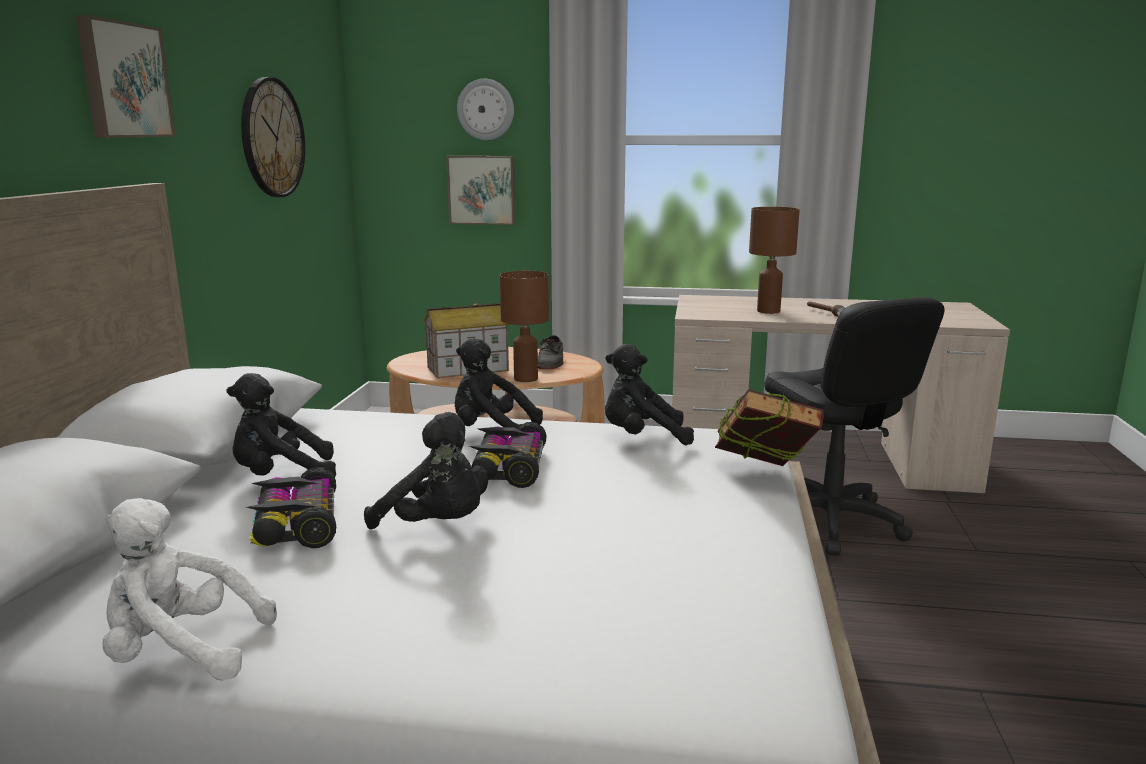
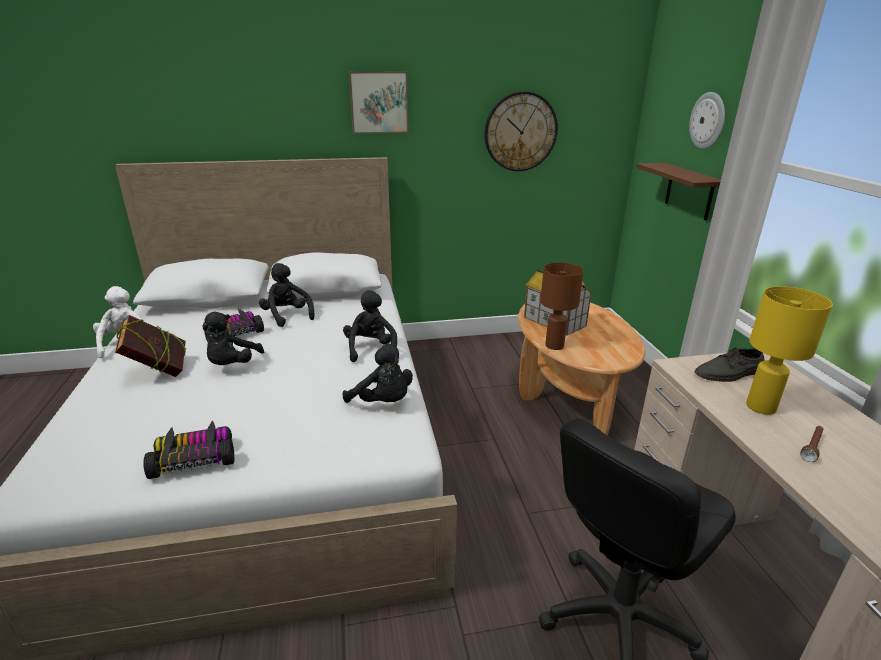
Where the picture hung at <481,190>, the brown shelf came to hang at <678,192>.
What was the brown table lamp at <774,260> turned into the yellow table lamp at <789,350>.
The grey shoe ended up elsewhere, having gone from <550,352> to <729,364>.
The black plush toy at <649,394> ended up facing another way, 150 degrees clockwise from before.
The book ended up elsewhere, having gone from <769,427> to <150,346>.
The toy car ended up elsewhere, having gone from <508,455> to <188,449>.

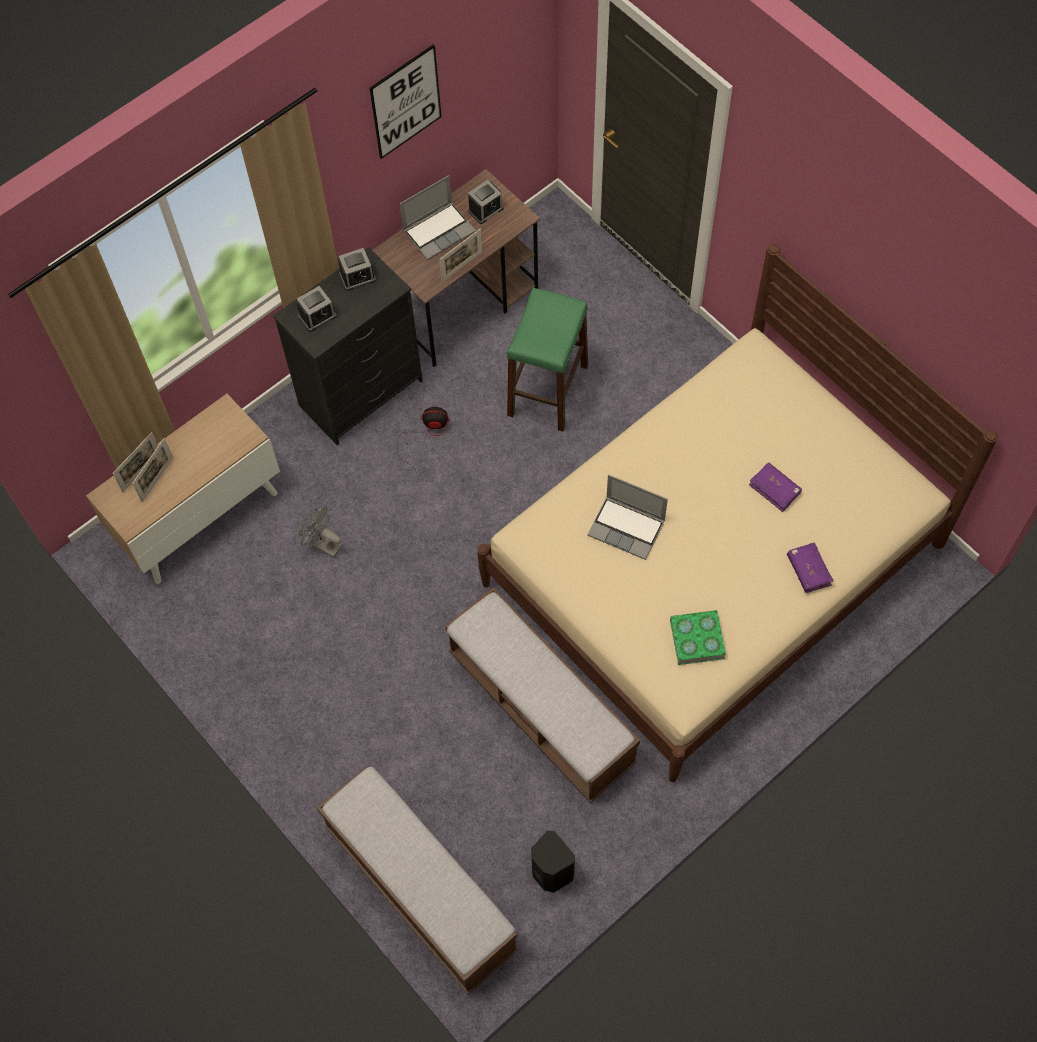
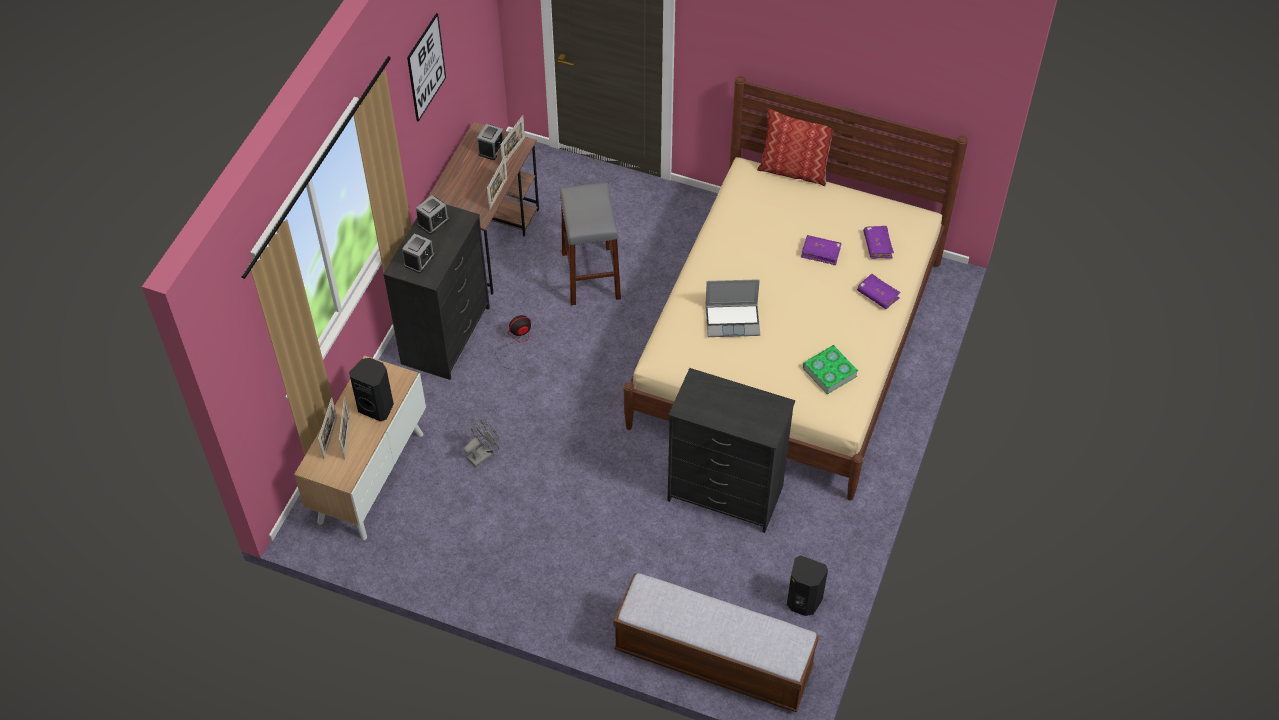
The second view lost the laptop at <438,217>.
What was the green stool at <547,360> turned into the grey stool at <590,244>.
The grey fan at <320,532> ended up facing another way, 135 degrees clockwise from before.
Where the bench stood at <542,695>, the black dresser came to stand at <731,450>.
The second view gained the pillow at <795,147>.
The second view gained the picture frame at <512,139>.
The second view gained the purple book at <878,242>.
The second view gained the black speaker at <371,390>.

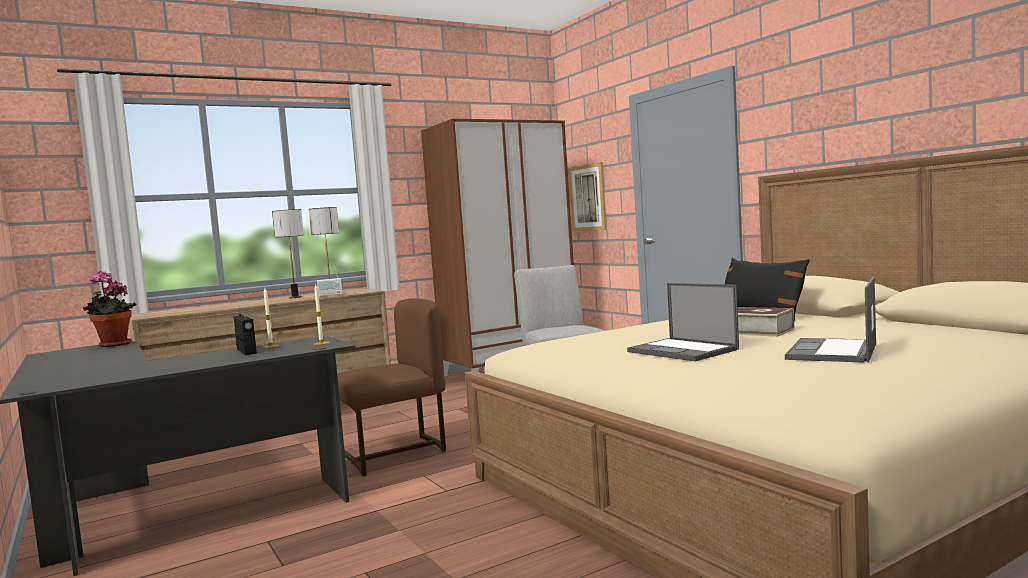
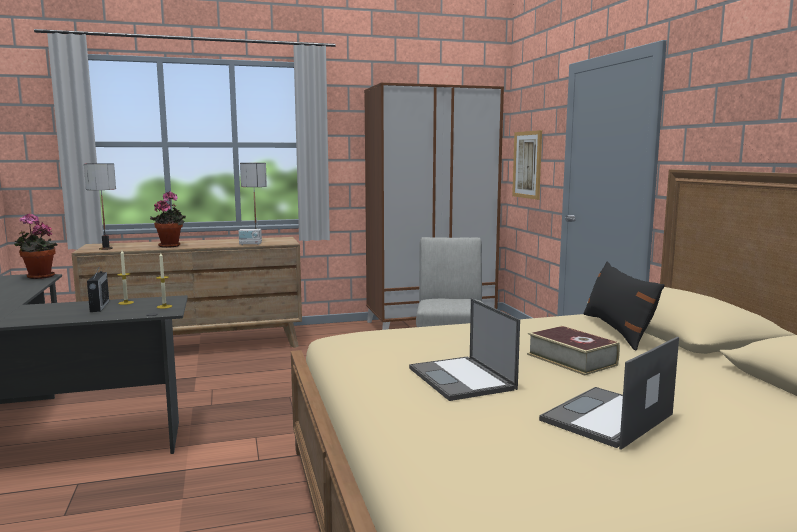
The table lamp ended up elsewhere, having gone from <288,253> to <100,206>.
The second view lost the brown chair at <391,387>.
The second view gained the potted plant at <168,219>.

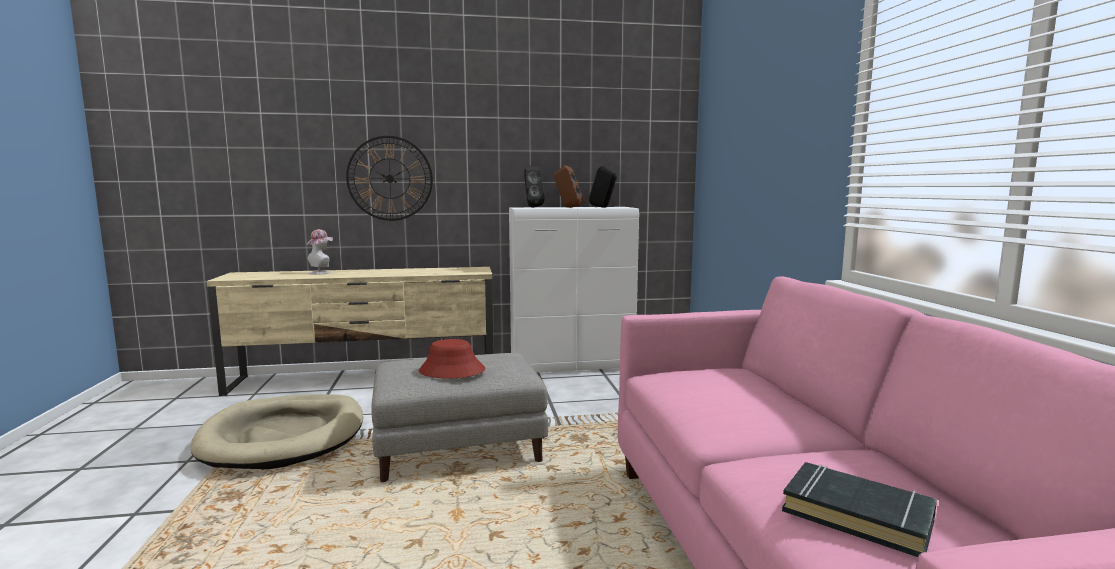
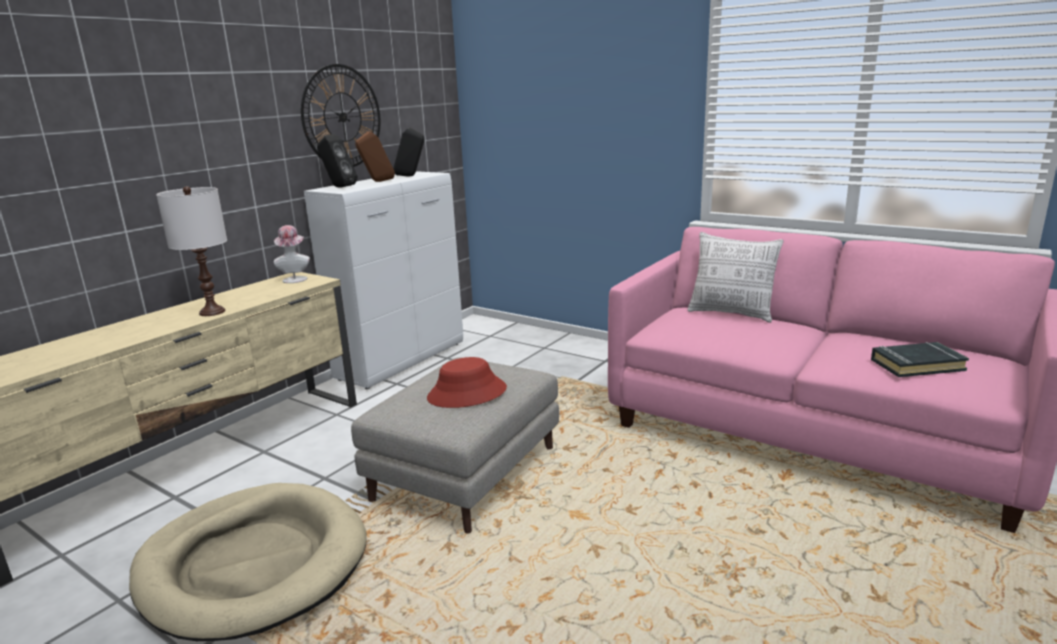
The wall clock ended up elsewhere, having gone from <389,178> to <340,115>.
The hat ended up elsewhere, having gone from <320,252> to <292,254>.
The second view gained the white table lamp at <191,251>.
The second view gained the pillow at <736,277>.

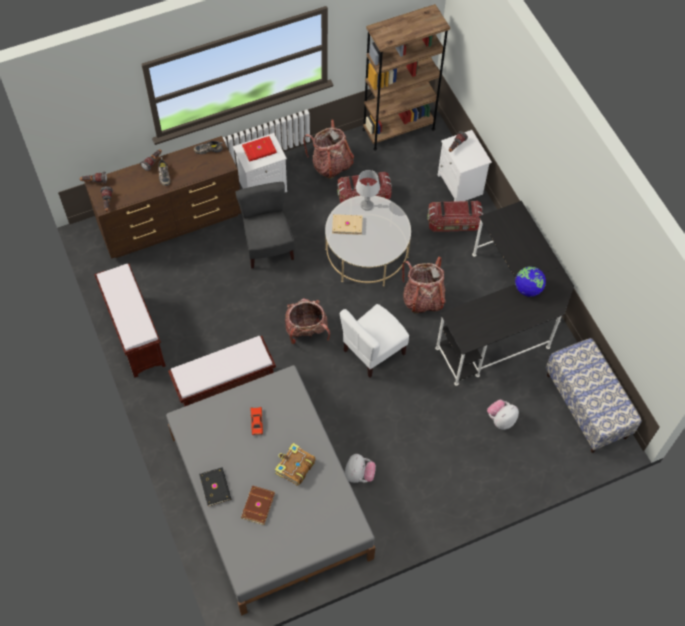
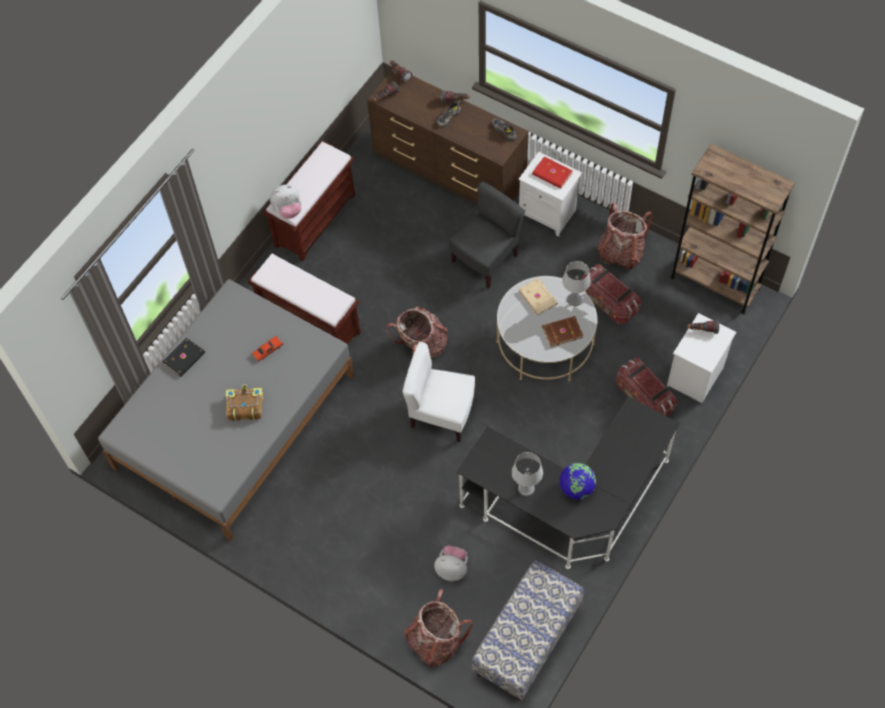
The backpack ended up elsewhere, having gone from <424,285> to <438,628>.
The plush toy ended up elsewhere, having gone from <360,468> to <285,202>.
The brown book ended up elsewhere, having gone from <258,505> to <562,331>.
The second view gained the grey table lamp at <527,474>.

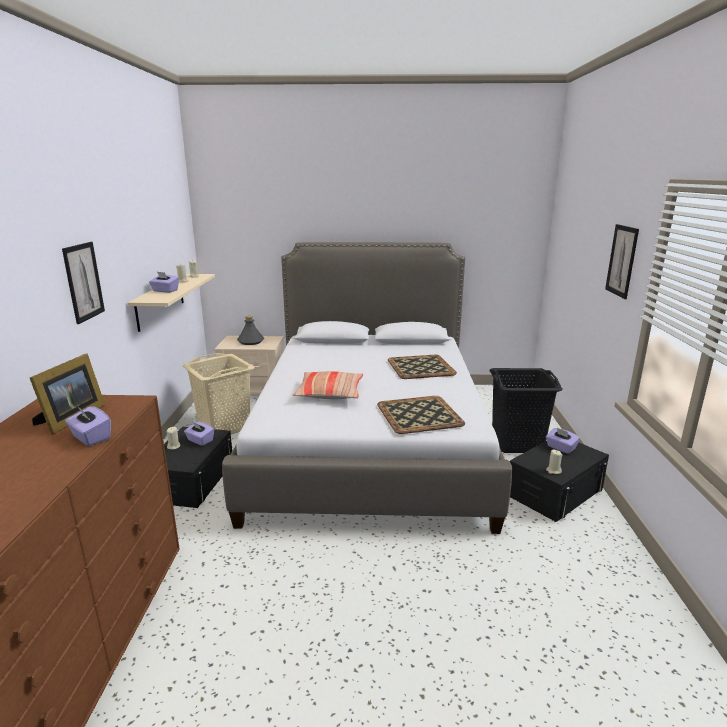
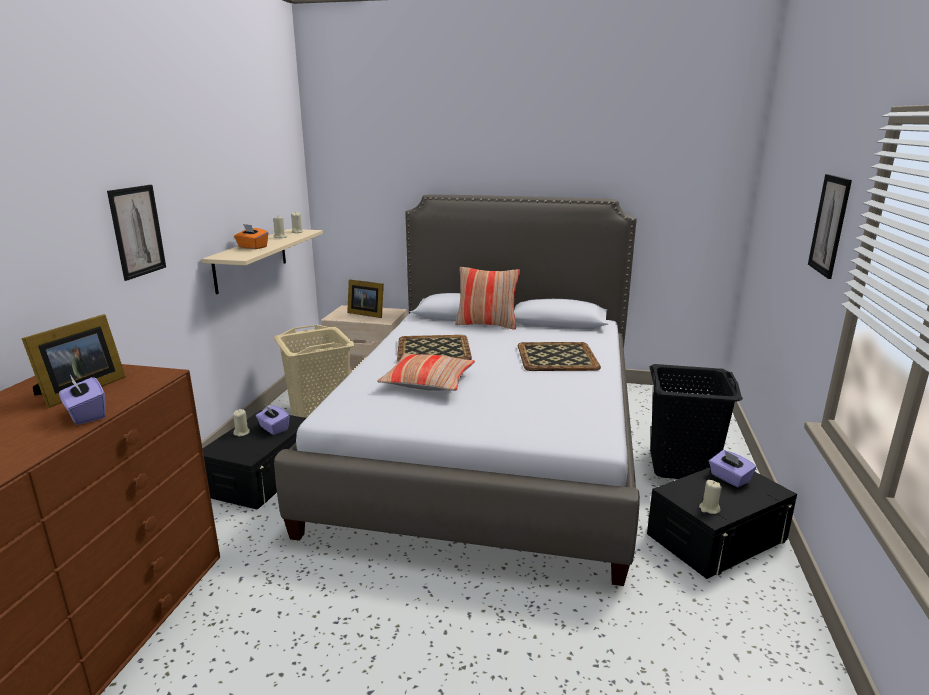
What was the purple tissue box at <164,282> turned into the orange tissue box at <251,236>.
Where the grey bottle stood at <250,330>, the picture frame came to stand at <365,298>.
The tray ended up elsewhere, having gone from <421,415> to <434,348>.
The second view gained the pillow at <487,298>.

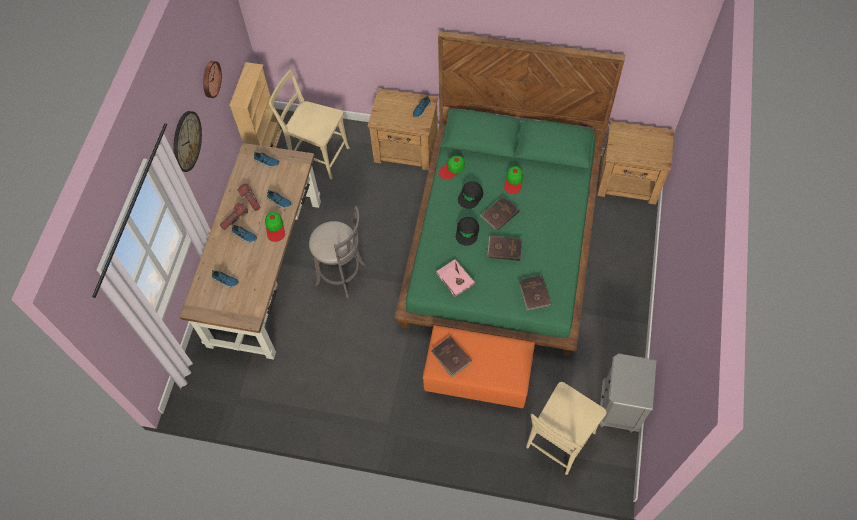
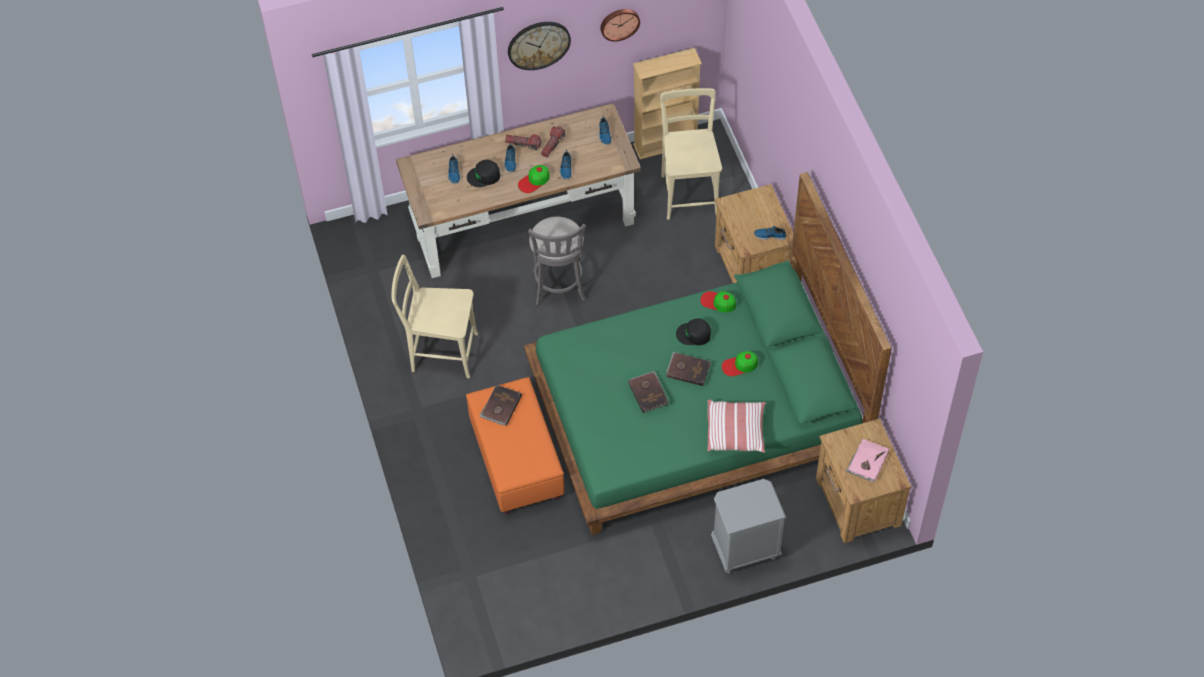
The black cap ended up elsewhere, having gone from <467,231> to <483,173>.
The pink book ended up elsewhere, having gone from <455,278> to <867,460>.
The second view lost the brown book at <535,293>.
The grey nightstand ended up elsewhere, having gone from <628,393> to <748,526>.
The beige chair ended up elsewhere, having gone from <566,428> to <435,316>.
The second view gained the pillow at <736,426>.

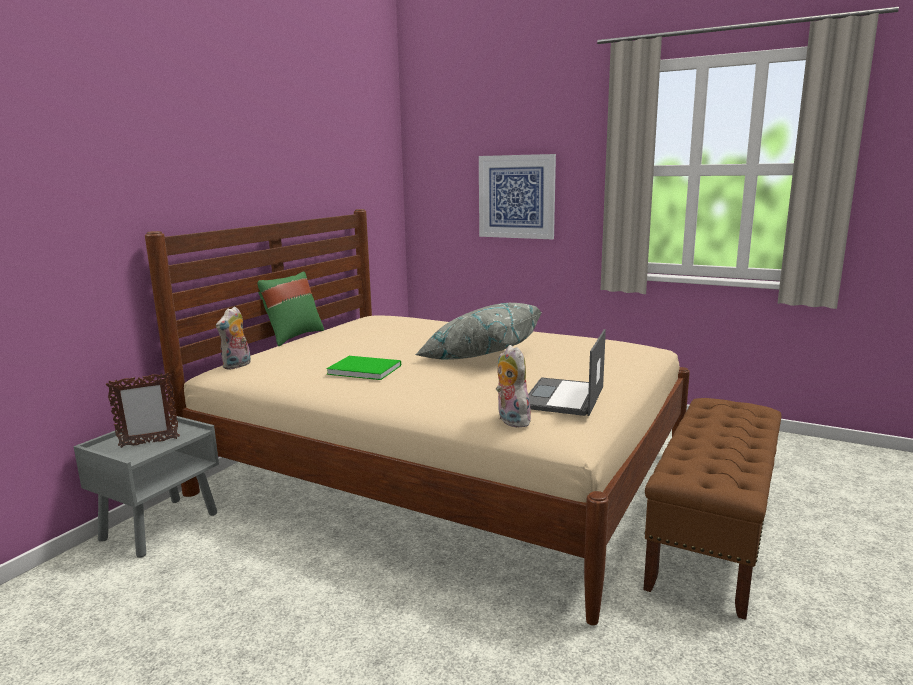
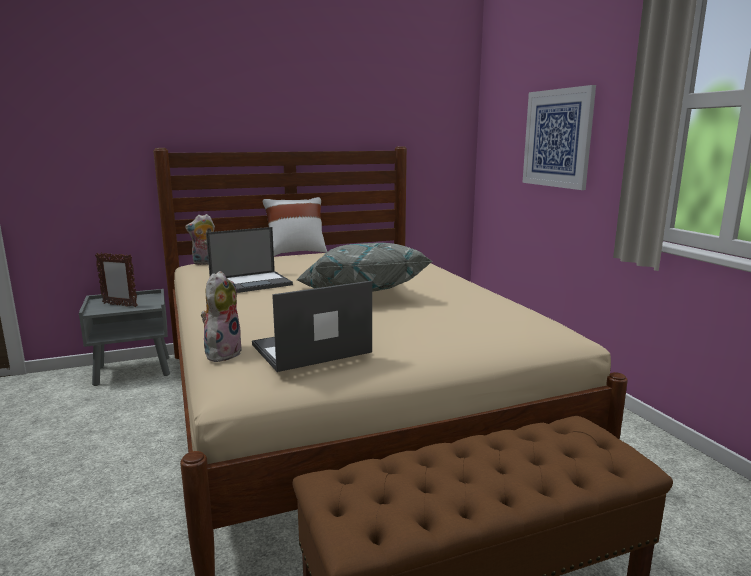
What was the green pillow at <290,309> turned into the white pillow at <295,226>.
Where the green book stood at <363,368>, the laptop came to stand at <249,260>.

